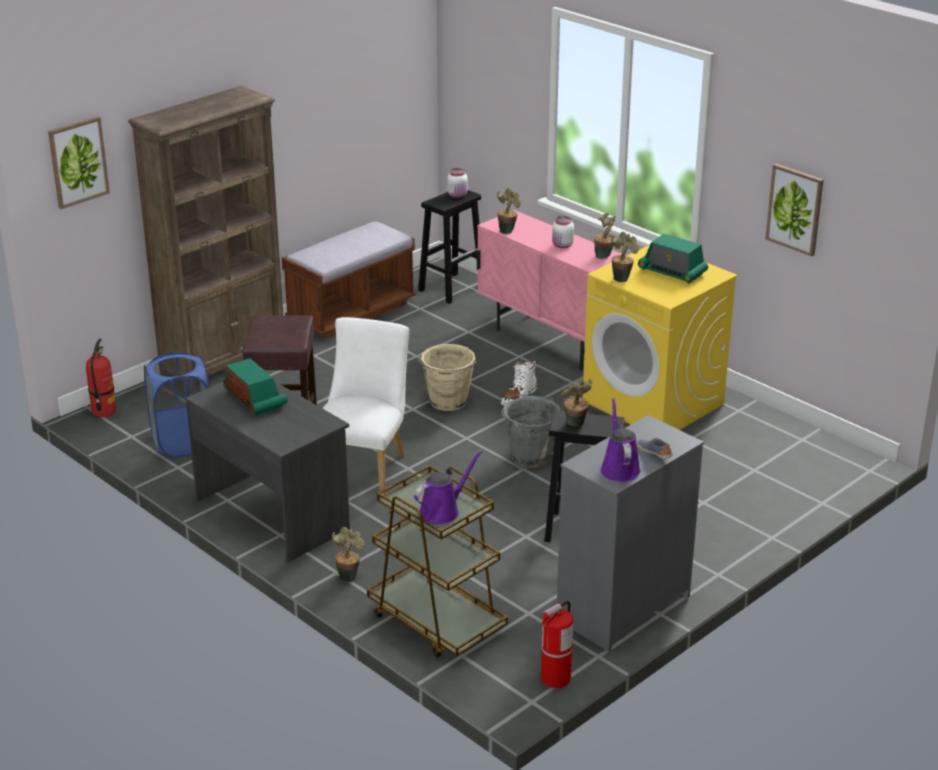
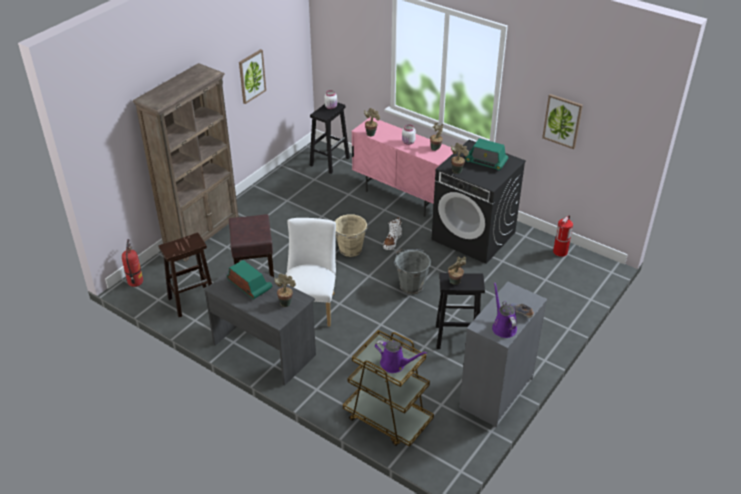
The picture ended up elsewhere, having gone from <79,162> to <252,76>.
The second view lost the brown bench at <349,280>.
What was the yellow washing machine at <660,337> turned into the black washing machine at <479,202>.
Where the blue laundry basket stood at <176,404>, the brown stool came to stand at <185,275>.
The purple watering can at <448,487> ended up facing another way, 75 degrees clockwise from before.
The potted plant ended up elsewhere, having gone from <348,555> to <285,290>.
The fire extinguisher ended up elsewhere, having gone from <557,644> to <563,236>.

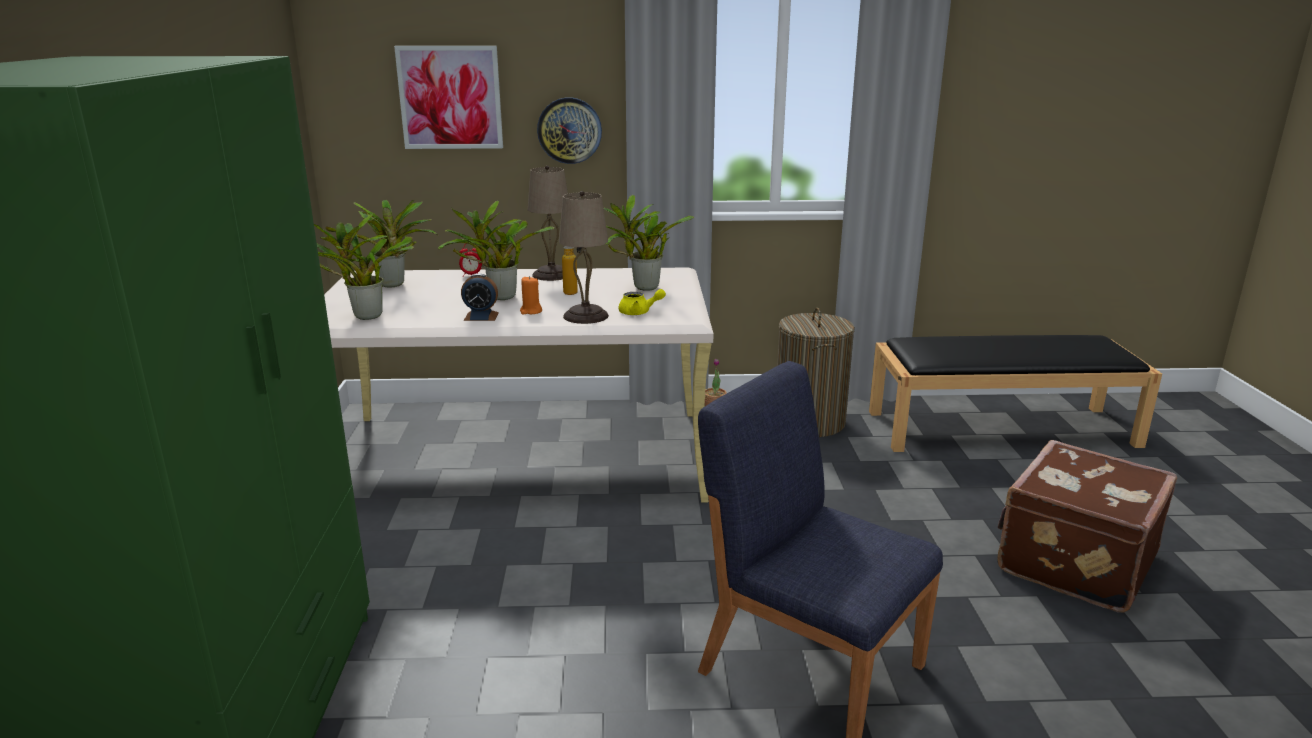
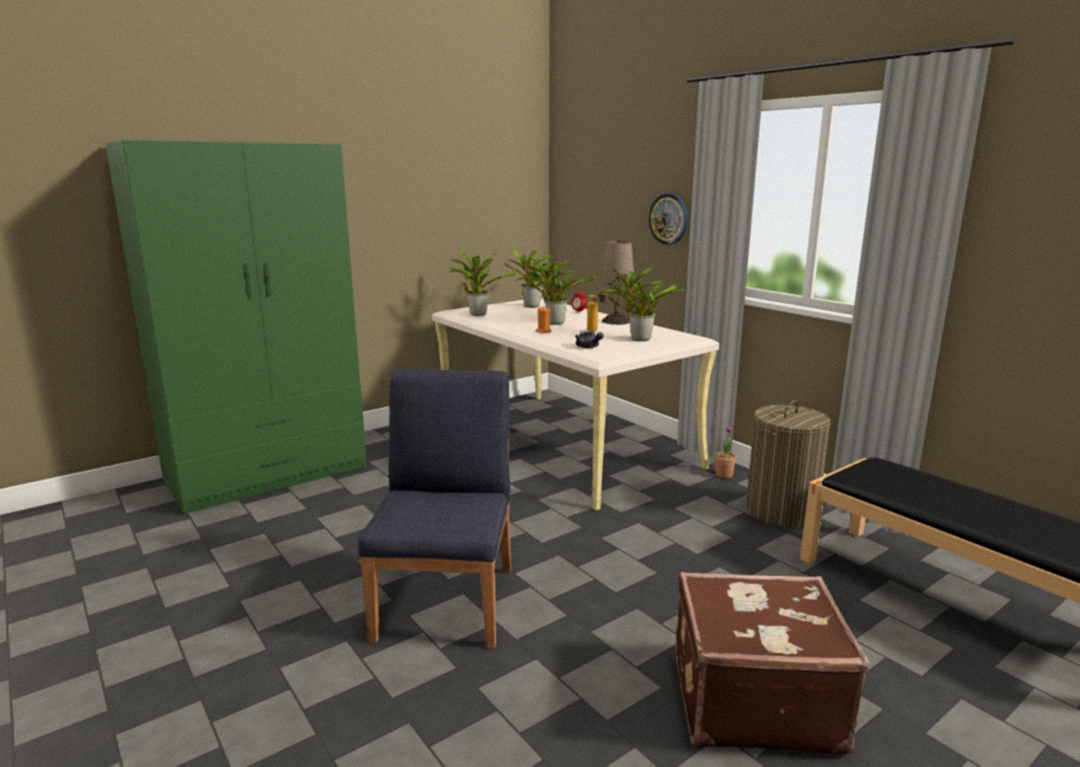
The second view lost the picture at <448,97>.
The second view lost the beige table lamp at <584,257>.
The second view lost the alarm clock at <480,297>.
What was the yellow teapot at <642,302> turned into the grey teapot at <589,339>.

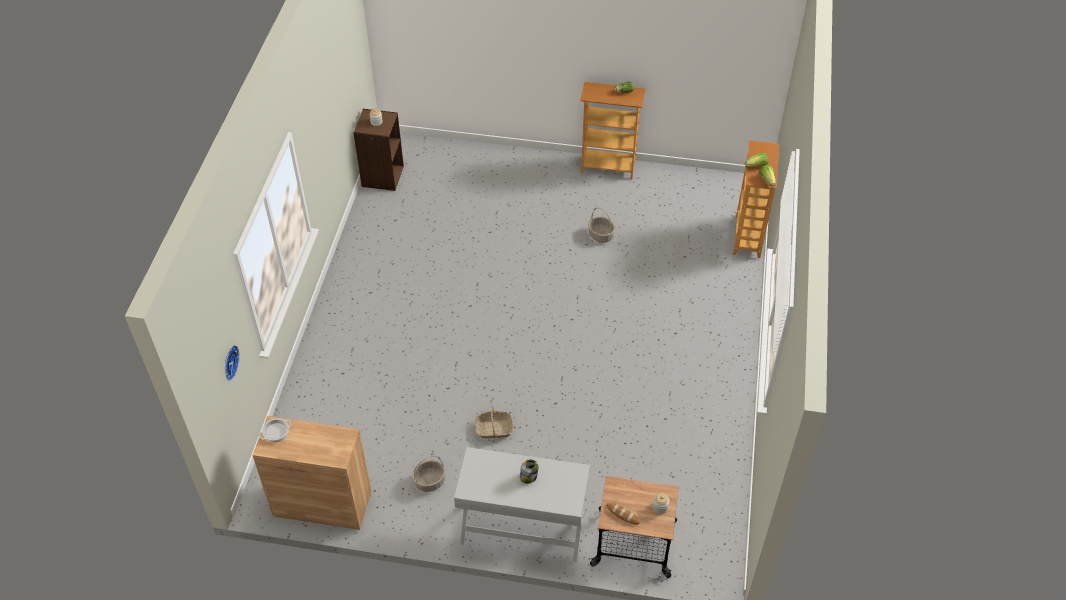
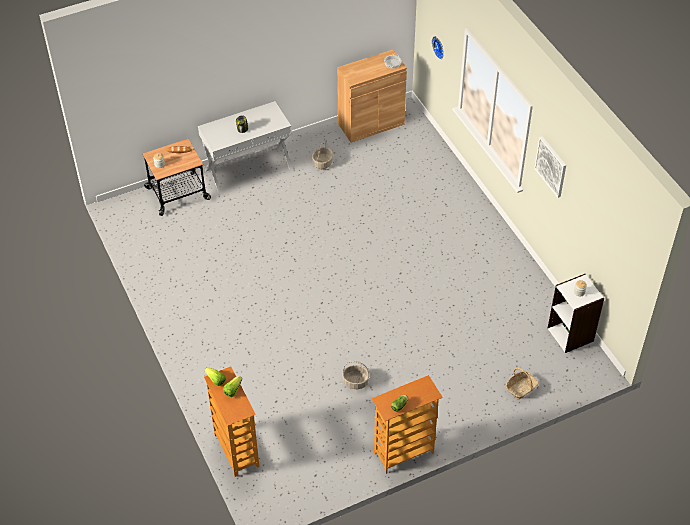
What was the brown bookcase at <378,150> turned into the white bookcase at <575,313>.
The basket ended up elsewhere, having gone from <494,421> to <522,384>.
The second view gained the picture at <550,167>.

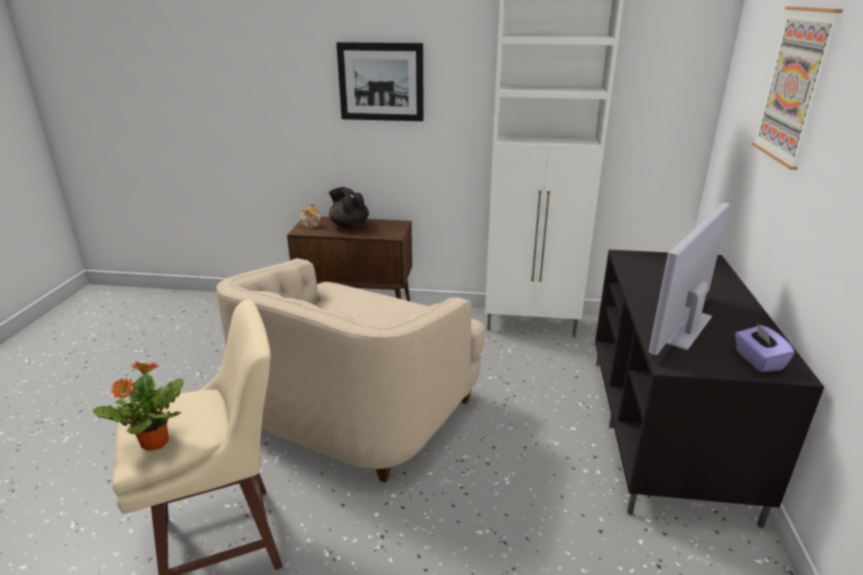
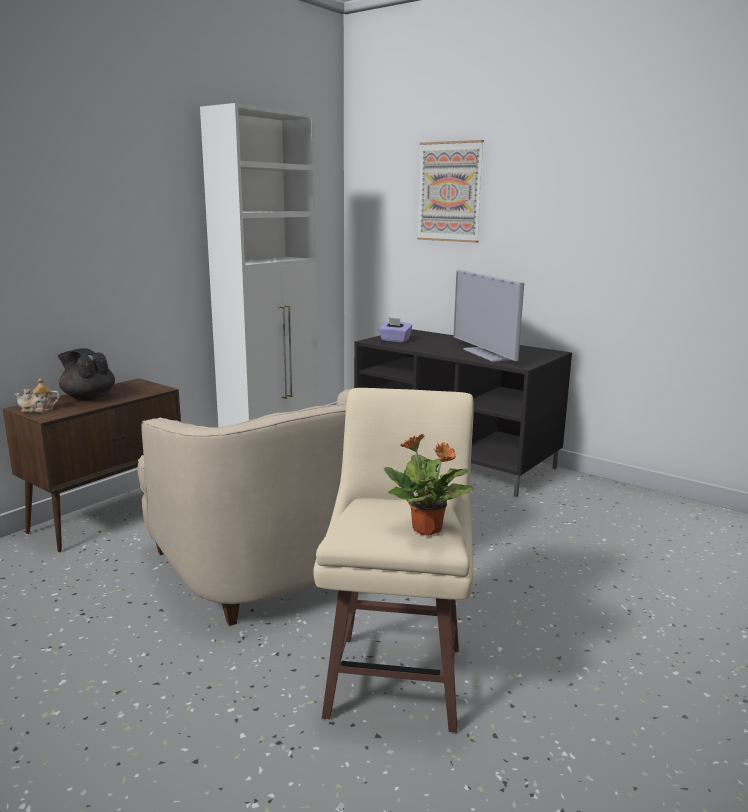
The second view lost the picture at <380,81>.
The black teapot at <349,207> ended up facing another way, 45 degrees clockwise from before.
The purple tissue box ended up elsewhere, having gone from <765,347> to <395,329>.

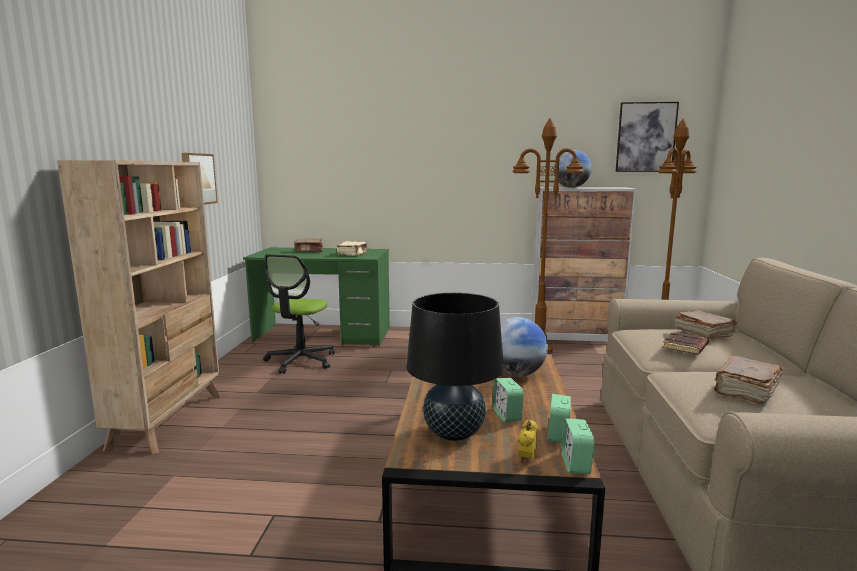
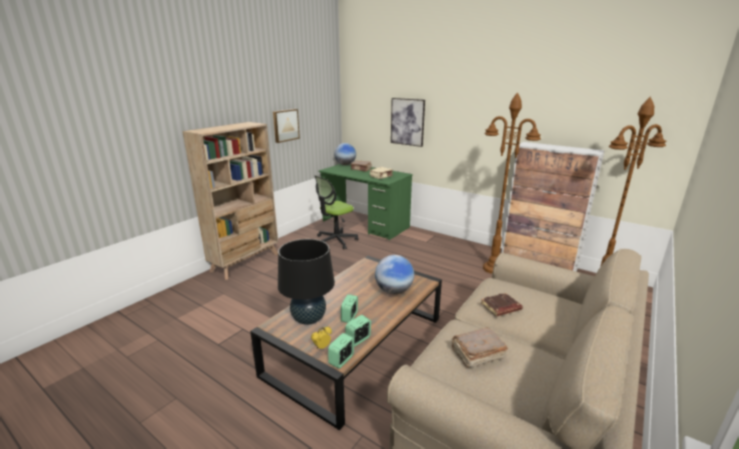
The picture ended up elsewhere, having gone from <647,137> to <408,122>.
The globe ended up elsewhere, having gone from <573,169> to <345,154>.
The second view lost the brown book at <705,324>.

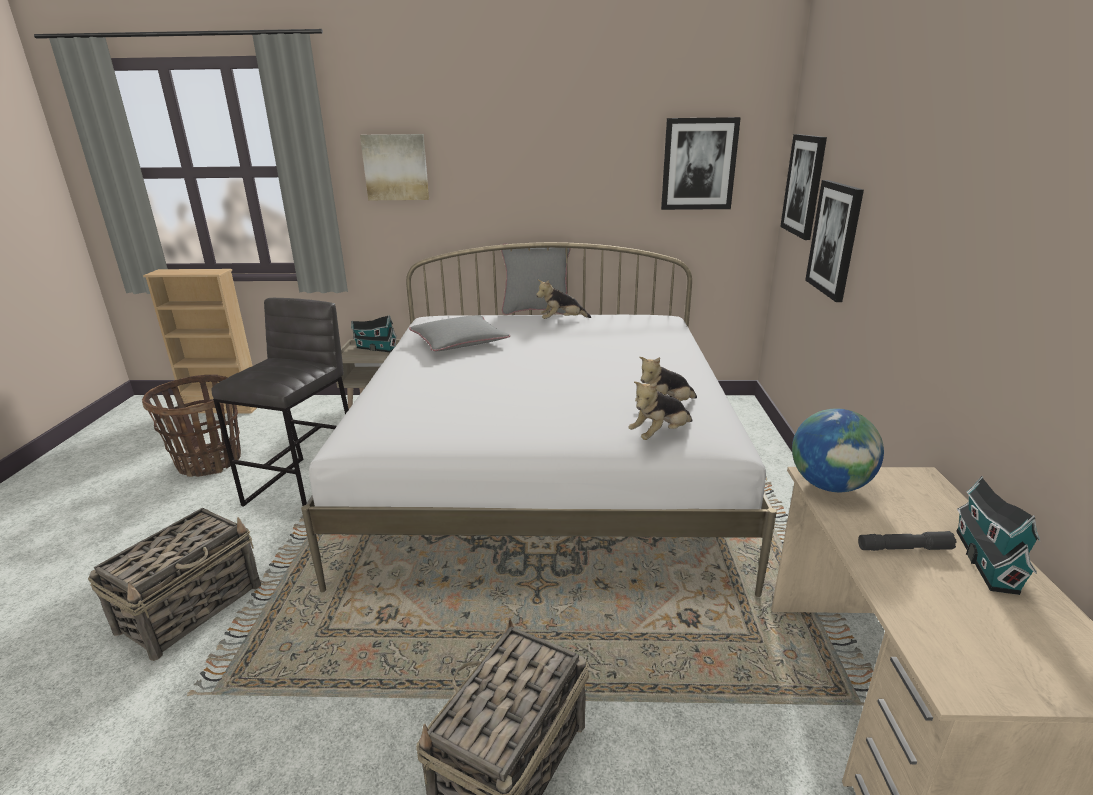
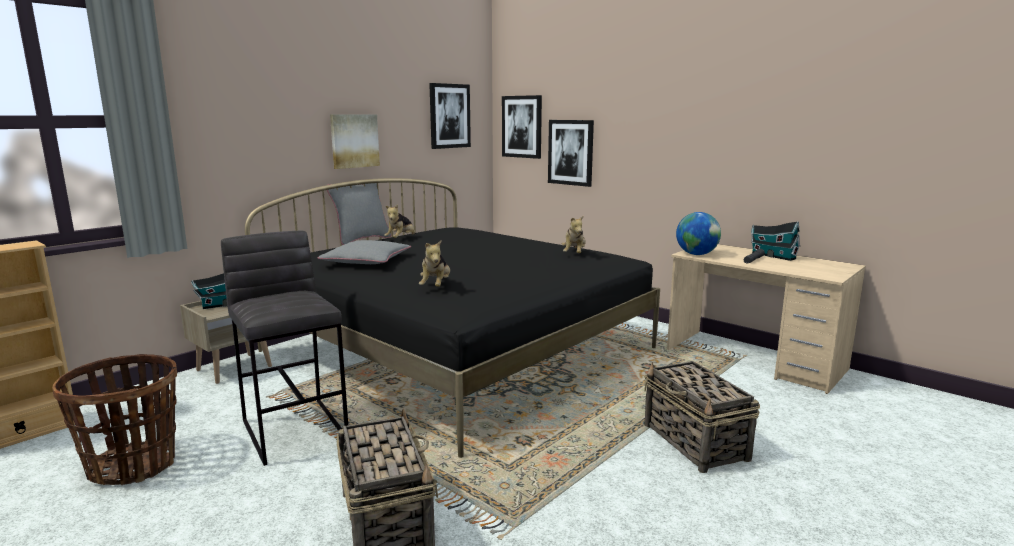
The picture ended up elsewhere, having gone from <394,167> to <355,141>.
What was the white bed at <539,419> turned into the black bed at <452,318>.
The plush toy ended up elsewhere, having gone from <660,410> to <434,263>.

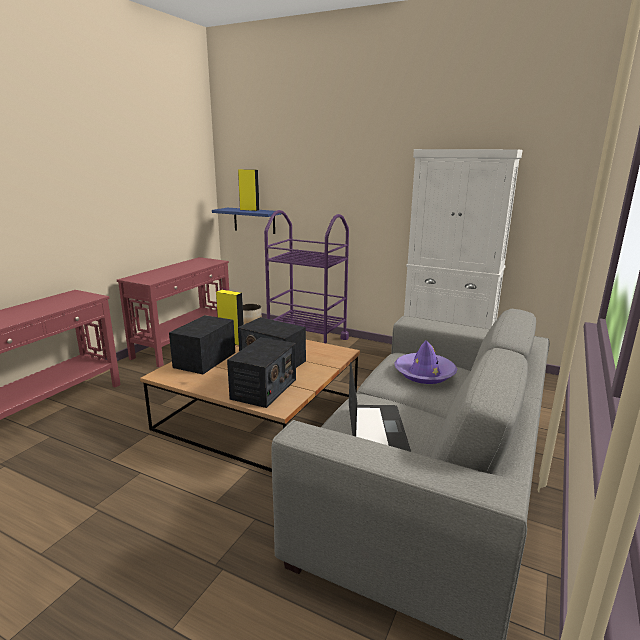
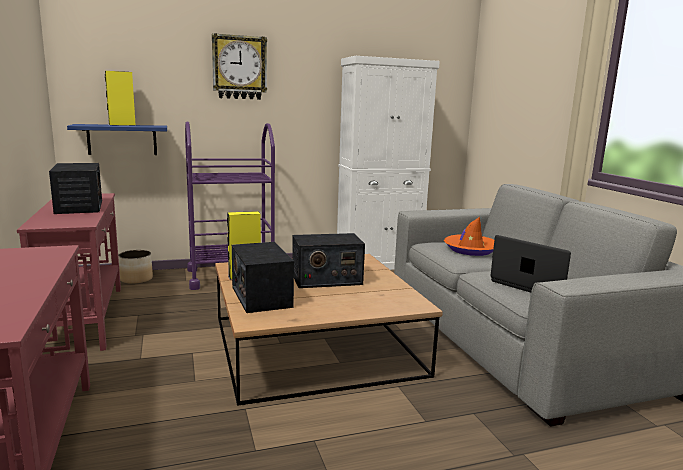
The radio ended up elsewhere, having gone from <261,372> to <75,188>.
What was the purple hat at <425,362> turned into the orange hat at <469,236>.
The second view gained the wall clock at <239,66>.

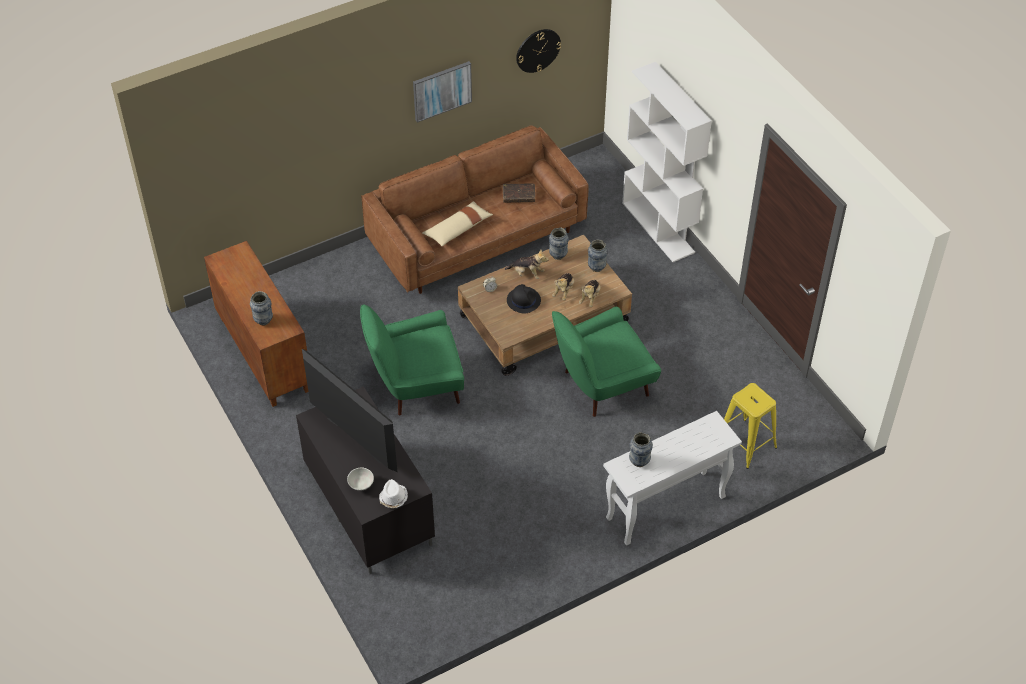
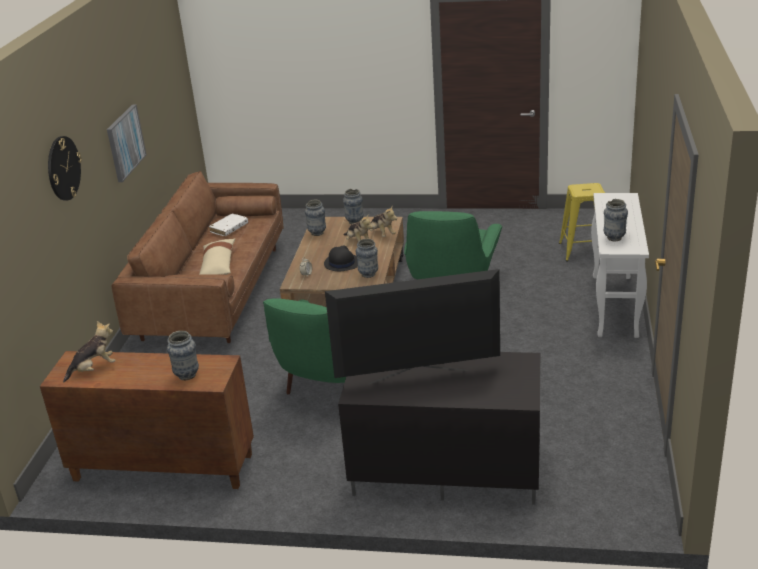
The wall clock ended up elsewhere, having gone from <538,51> to <65,168>.
The second view lost the white bookcase at <667,162>.
What was the brown book at <519,193> turned into the white book at <228,225>.
The plush toy ended up elsewhere, having gone from <527,264> to <89,351>.
The second view lost the white bowl at <360,479>.
The second view lost the white hat at <393,493>.
The second view gained the vase at <367,258>.

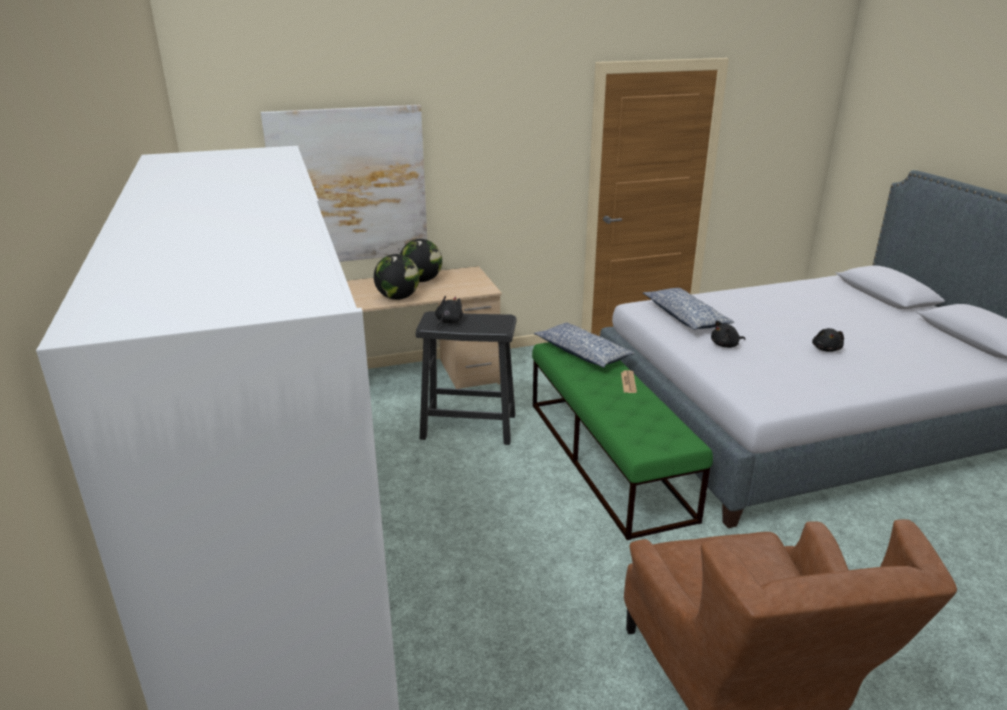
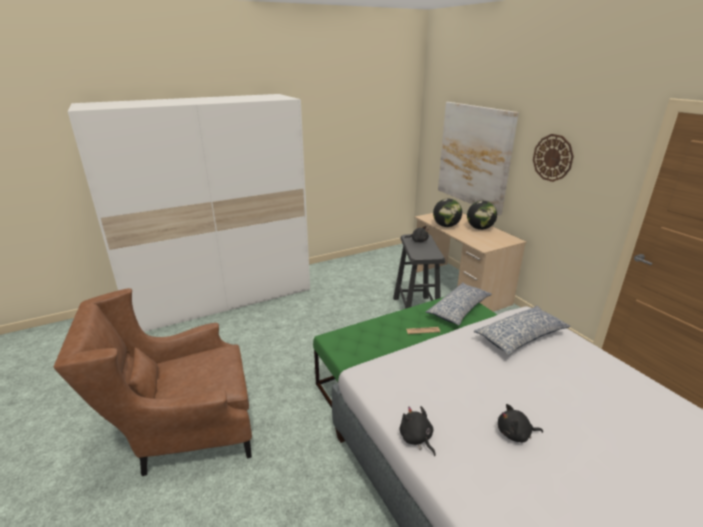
The black plush toy ended up elsewhere, having gone from <728,334> to <417,431>.
The second view gained the wall clock at <553,158>.

